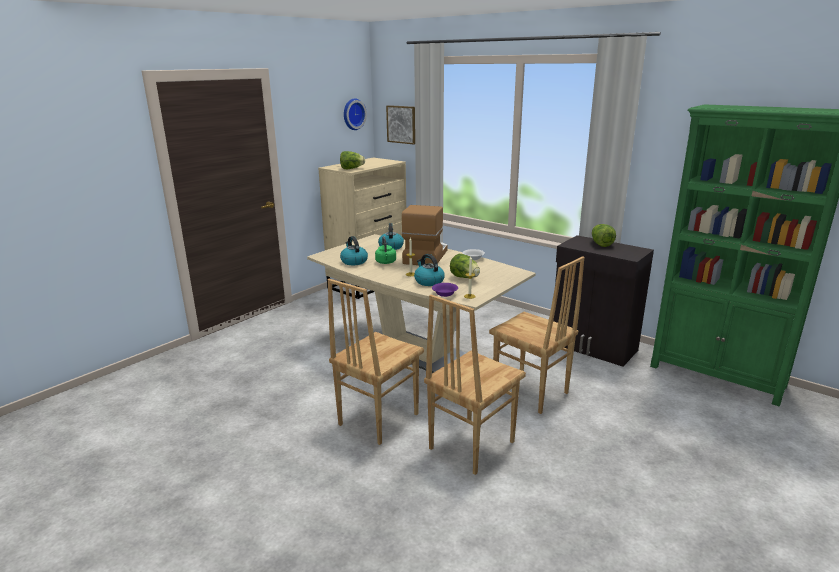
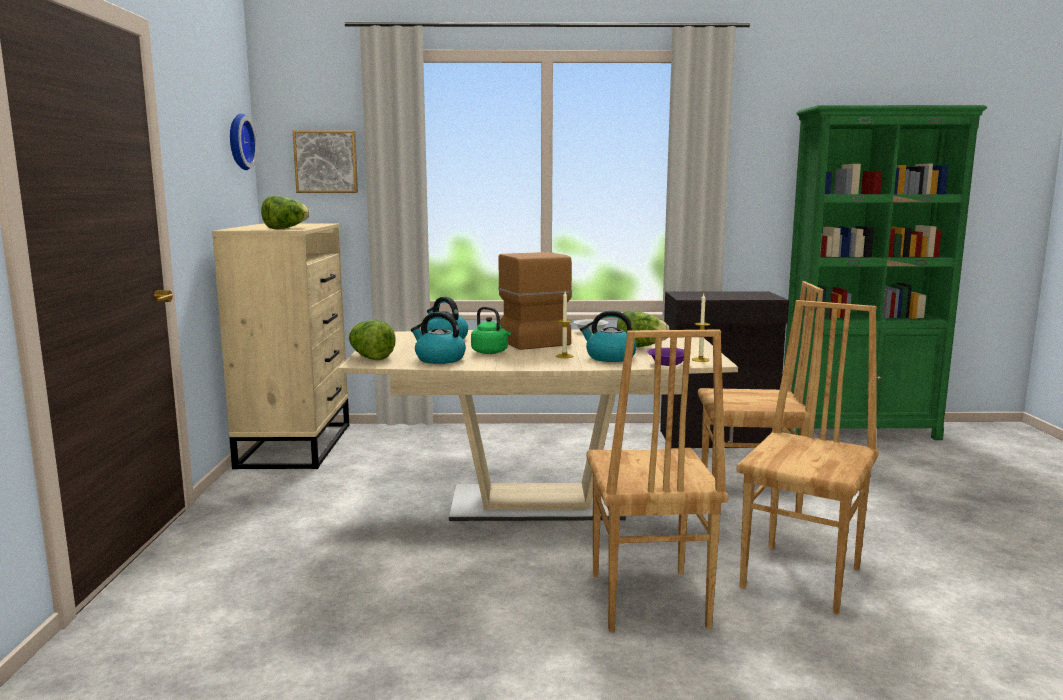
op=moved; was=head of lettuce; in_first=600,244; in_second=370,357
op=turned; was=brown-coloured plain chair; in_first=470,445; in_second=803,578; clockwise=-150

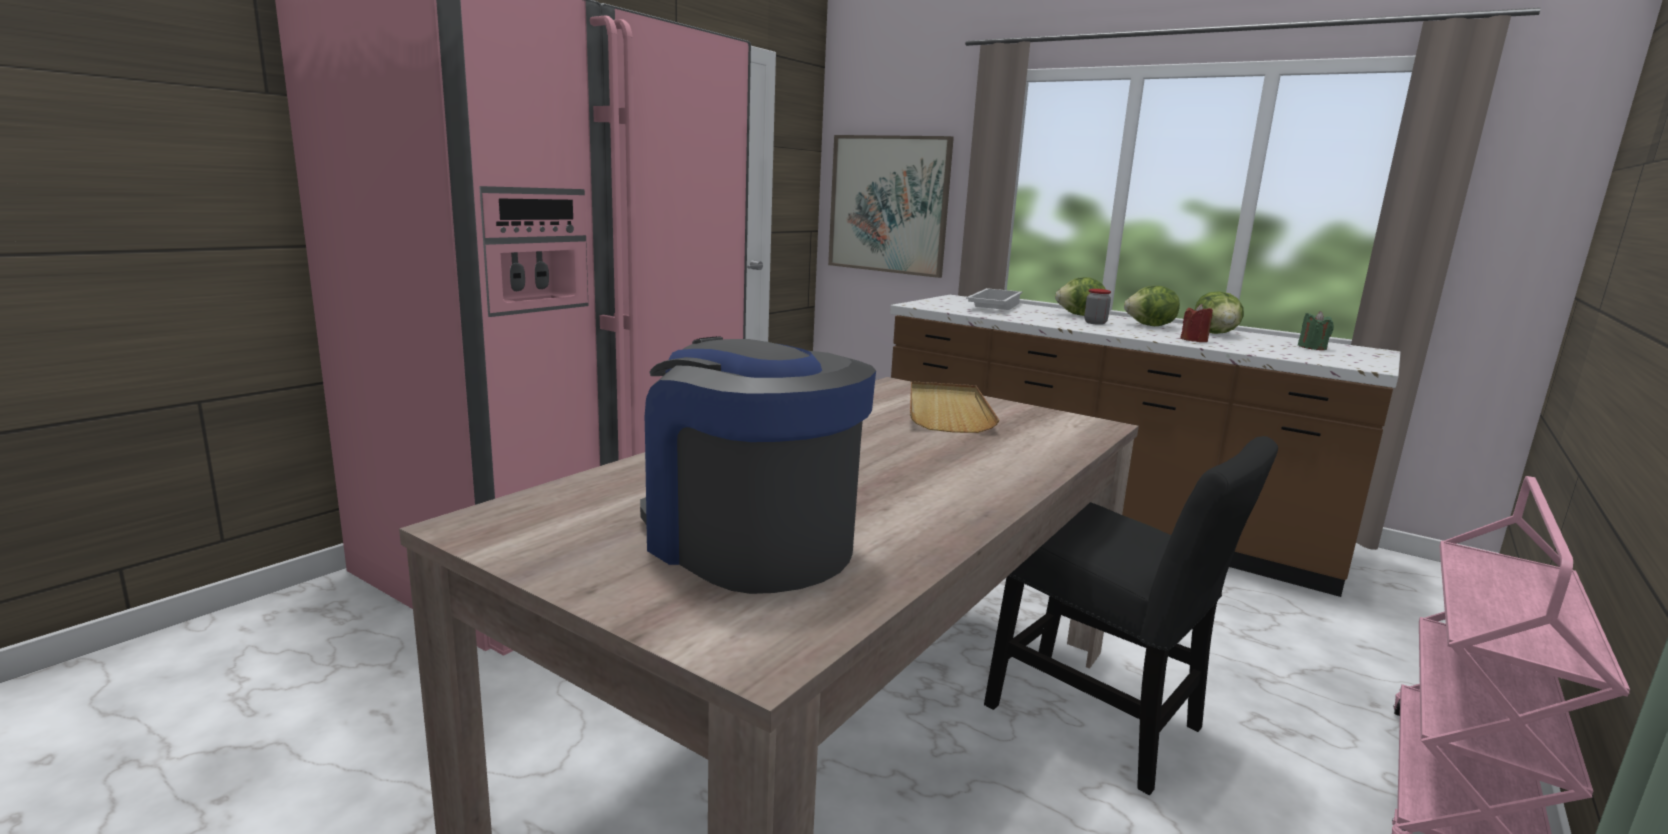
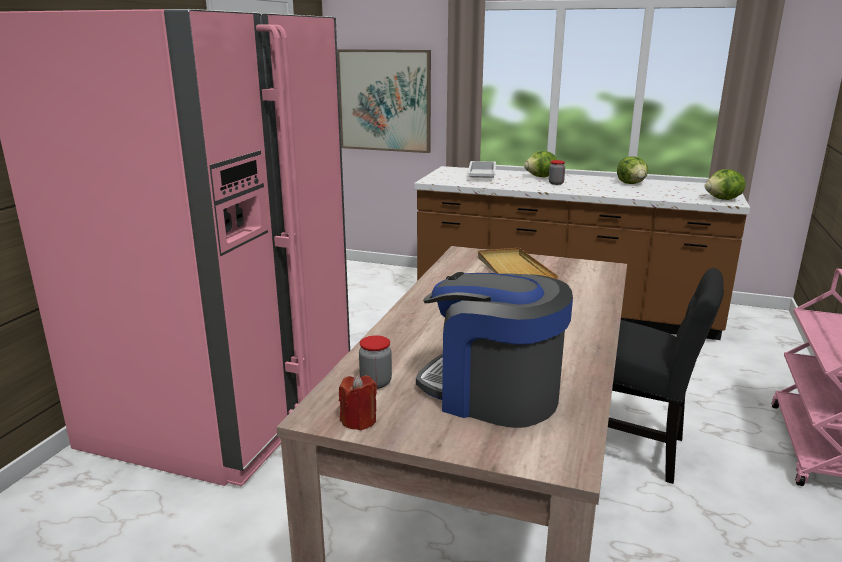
op=moved; was=reddish wax candle; in_first=1194,340; in_second=359,420
op=added; now=preserve jar; in_second=376,382
op=moved; was=head of lettuce; in_first=1150,326; in_second=723,199
op=removed; was=green wax candle; in_first=1312,347

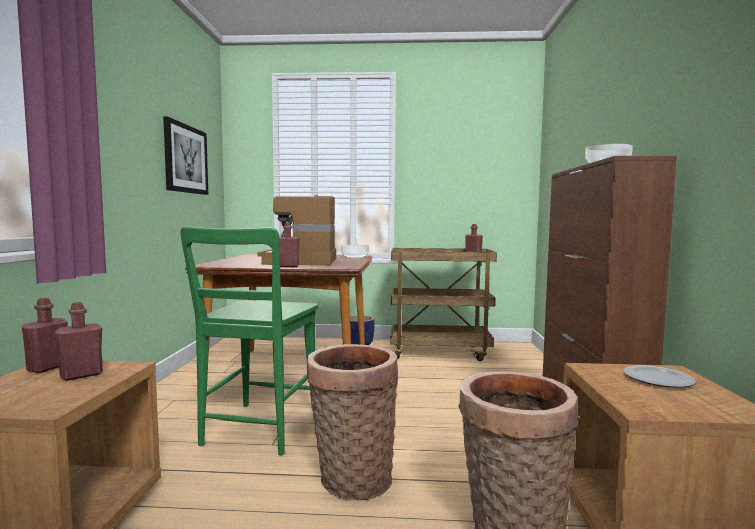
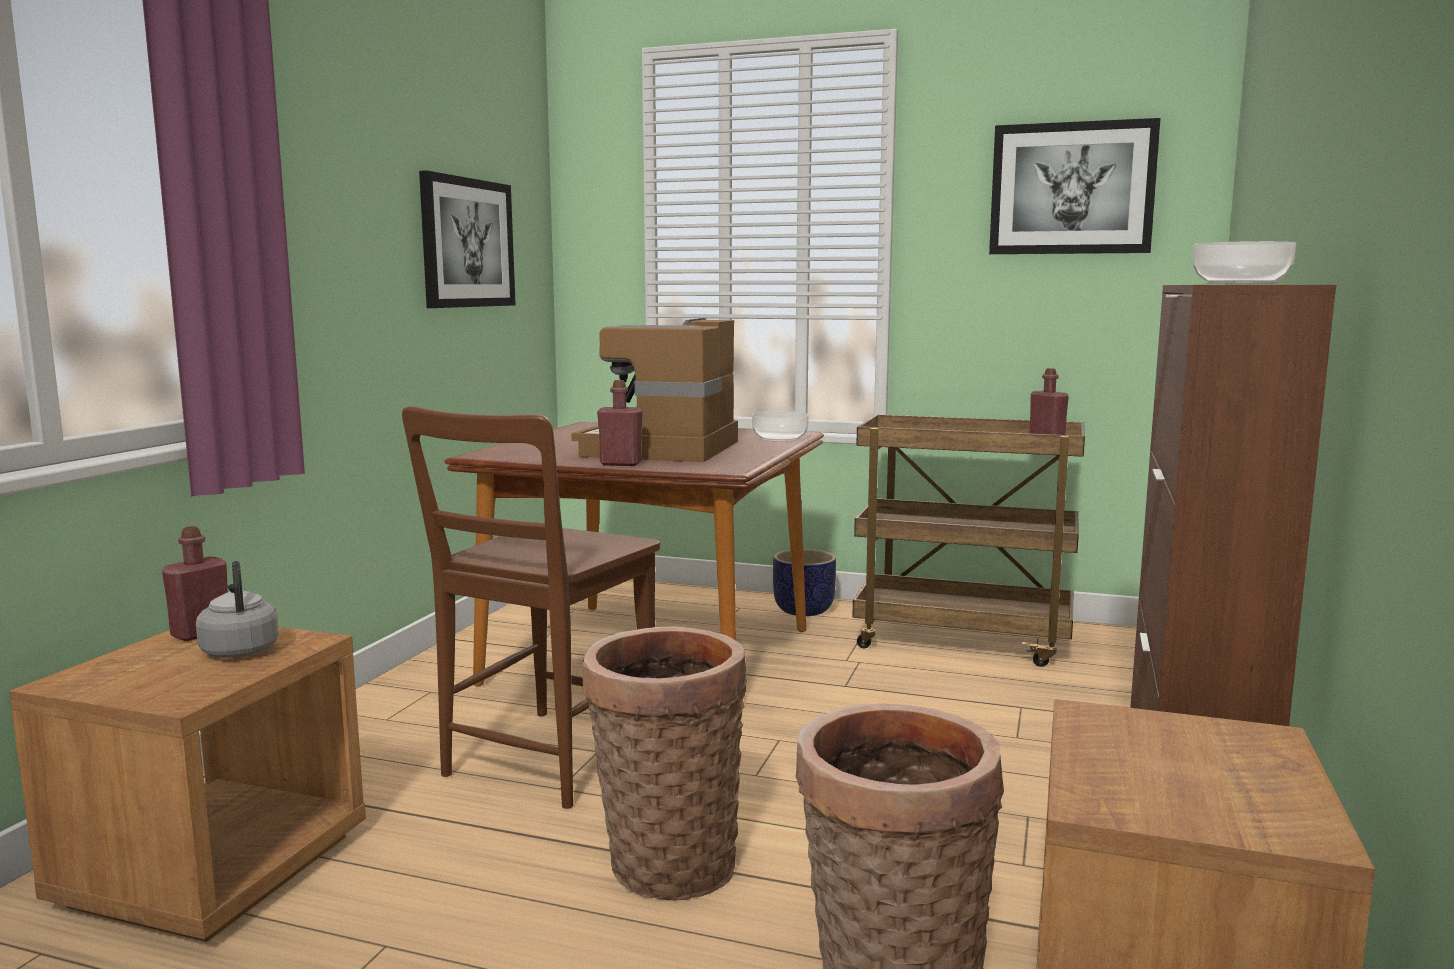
op=replaced; was=reddish beverage bottle; now=gray water kettle; in_first=81,375; in_second=240,650
op=recoloured; was=green plain chair; now=brown-coloured plain chair; in_first=258,431; in_second=546,762
op=added; now=wall art; in_second=1072,189
op=removed; was=plate; in_first=659,379

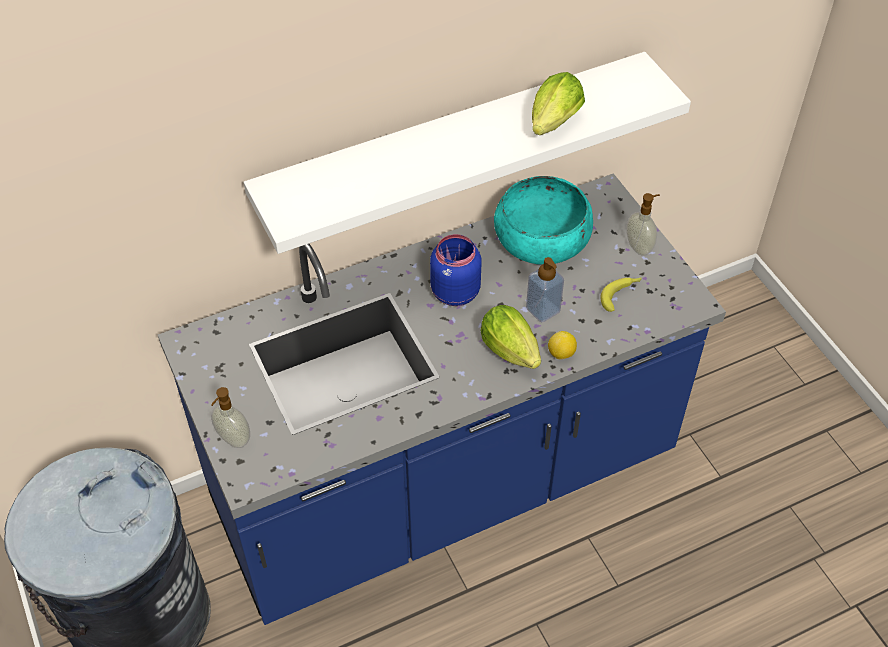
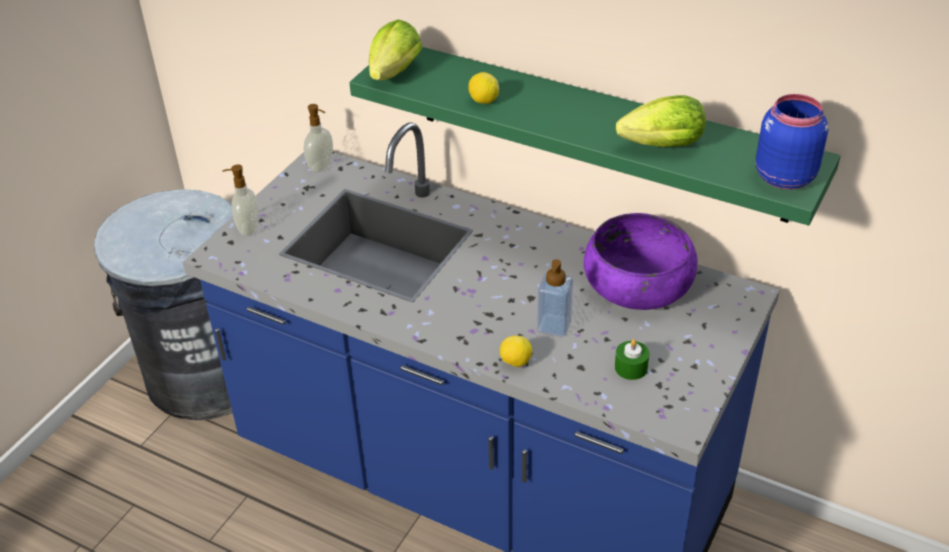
op=moved; was=liquid soap bottle; in_first=639,247; in_second=322,166
op=recoloured; was=whitish wall shelf; now=green wall shelf; in_first=454,144; in_second=599,130
op=moved; was=head of lettuce; in_first=513,353; in_second=392,76
op=added; now=citrus fruit; in_second=483,101
op=recoloured; was=turquoise serving bowl; now=purplish serving bowl; in_first=541,238; in_second=637,284
op=replaced; was=banana; now=green wax candle; in_first=621,295; in_second=631,367
op=moved; was=blue-coloured preserve jar; in_first=453,292; in_second=783,176

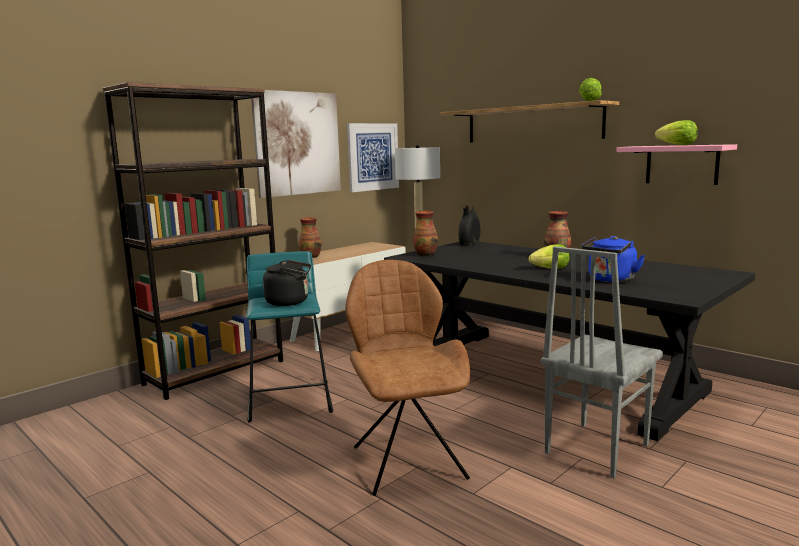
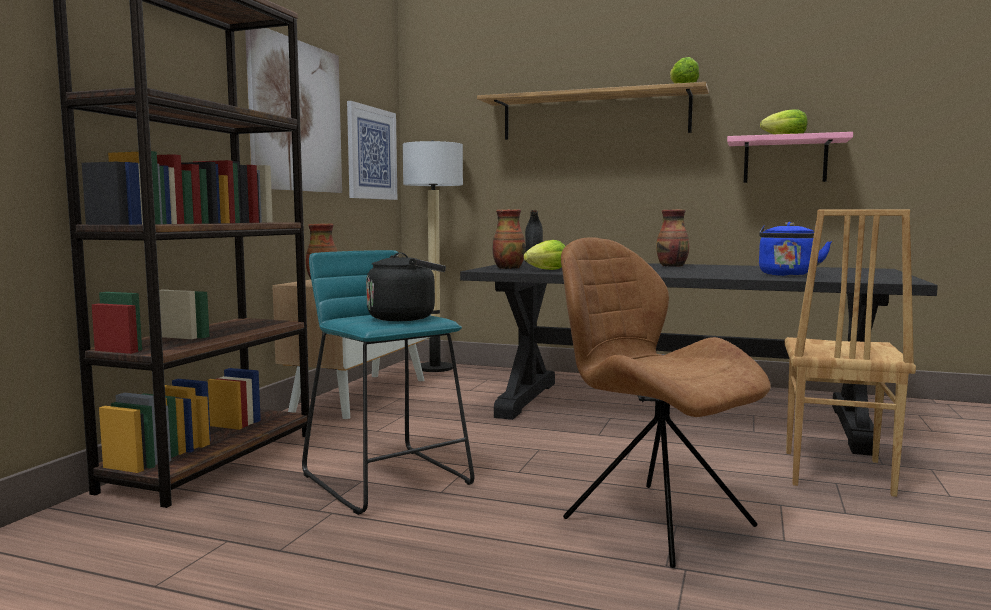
op=moved; was=head of lettuce; in_first=551,269; in_second=547,270
op=recoloured; was=gray plain chair; now=brown-coloured plain chair; in_first=594,449; in_second=834,472

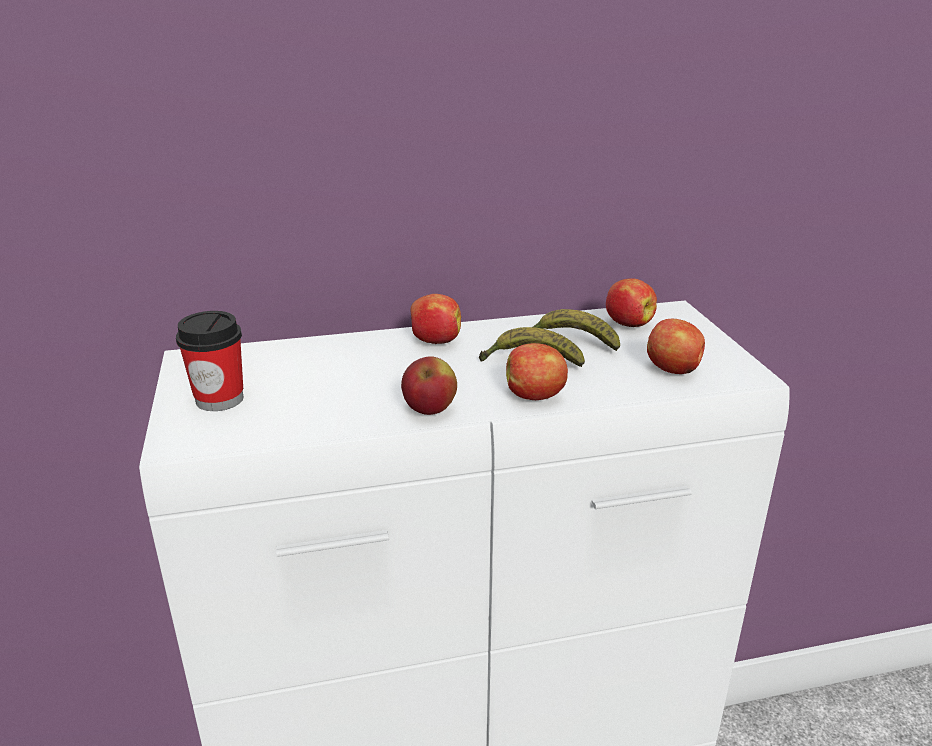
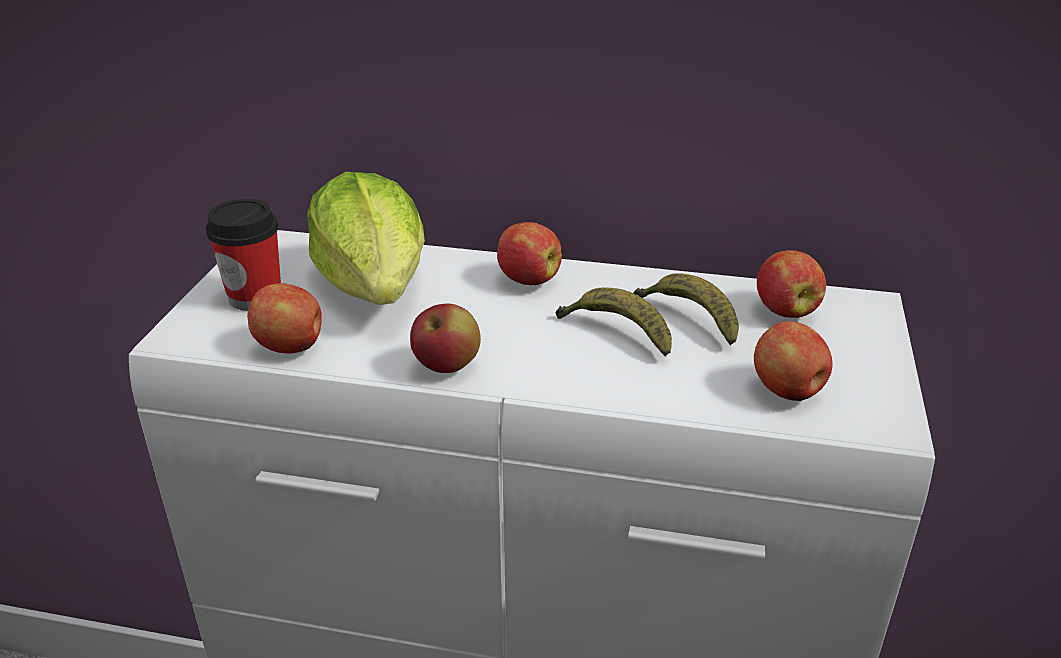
op=moved; was=apple; in_first=535,396; in_second=291,347
op=added; now=head of lettuce; in_second=375,286

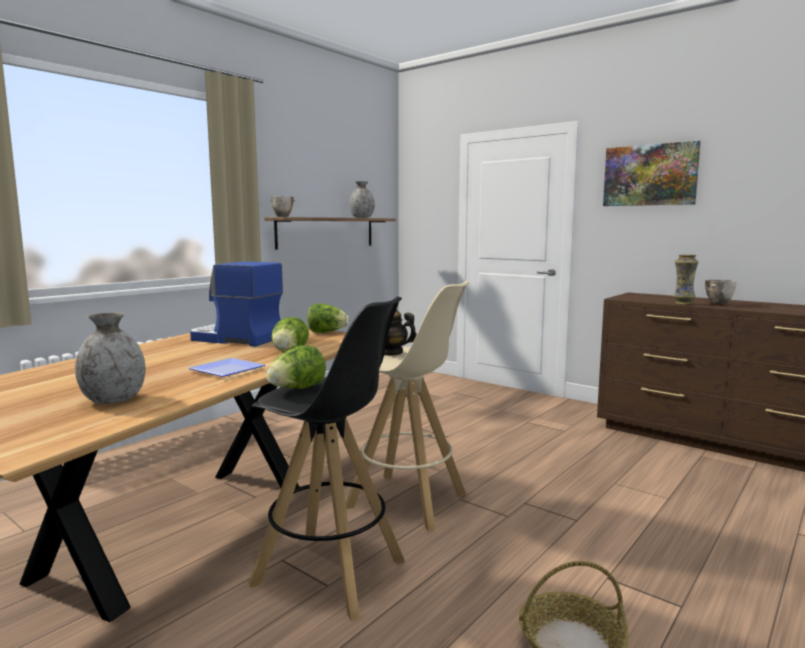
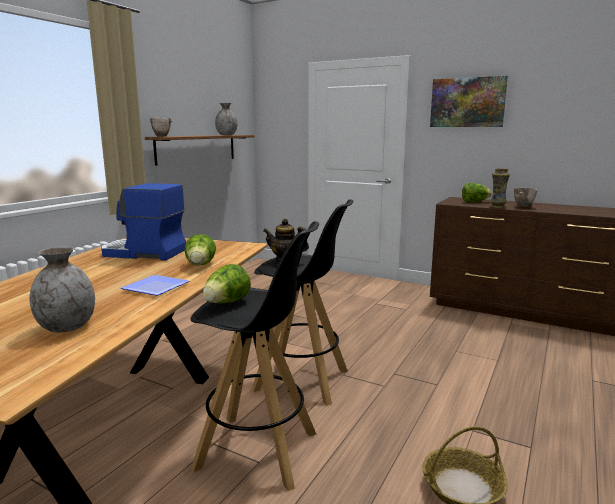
op=recoloured; was=beige-coloured sitting stool; now=black-coloured sitting stool; in_first=408,501; in_second=302,380
op=moved; was=head of lettuce; in_first=327,332; in_second=474,202

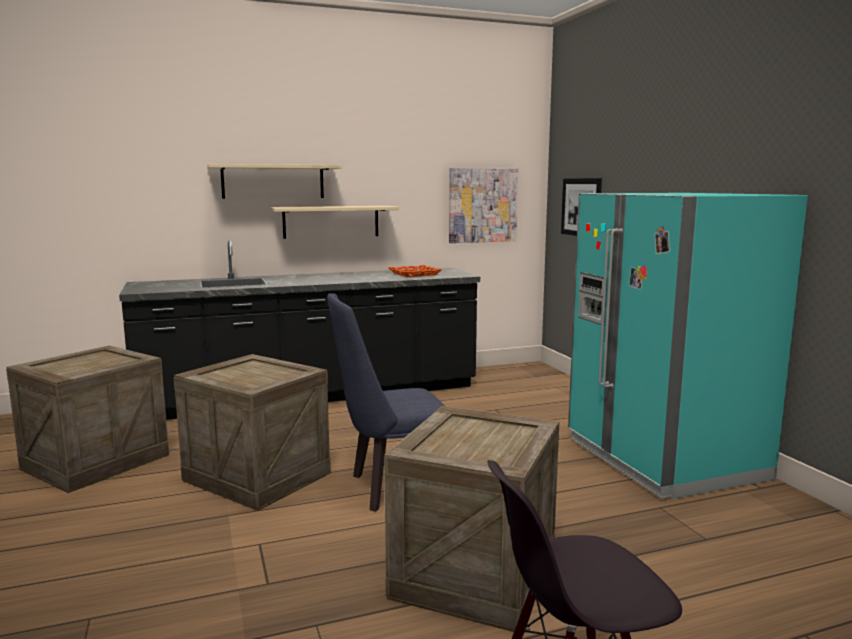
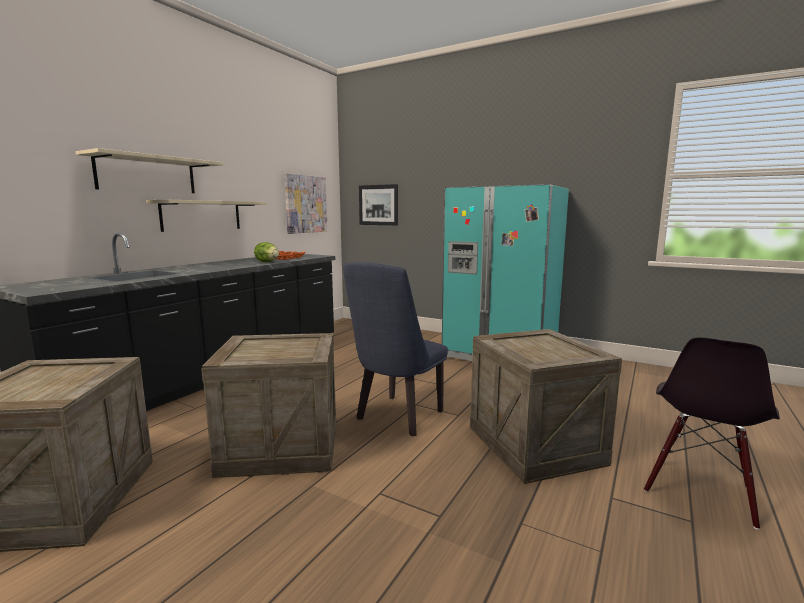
op=added; now=head of lettuce; in_second=267,262

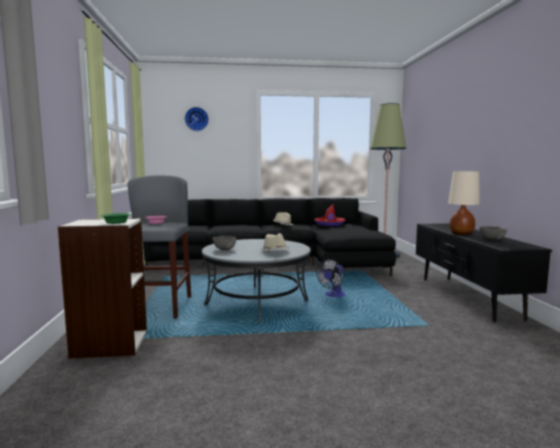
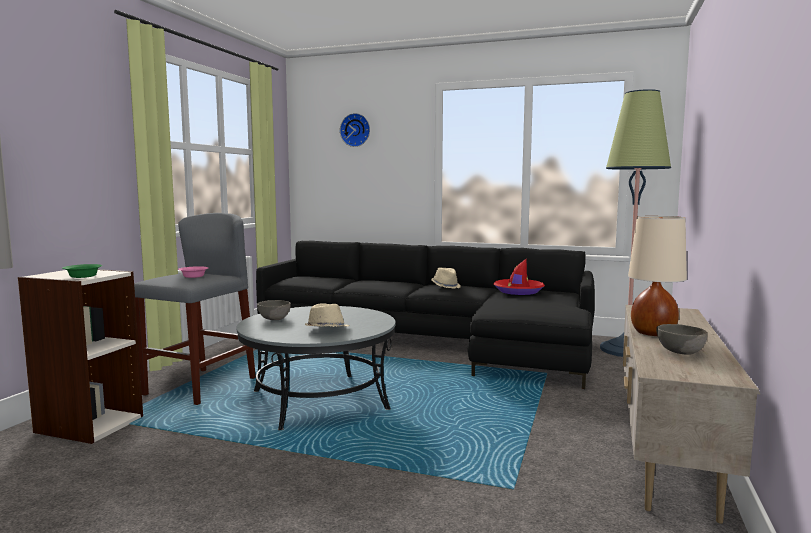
op=recoloured; was=black-coloured media console; now=beige-coloured media console; in_first=467,297; in_second=666,452
op=removed; was=cooling fan; in_first=333,295

